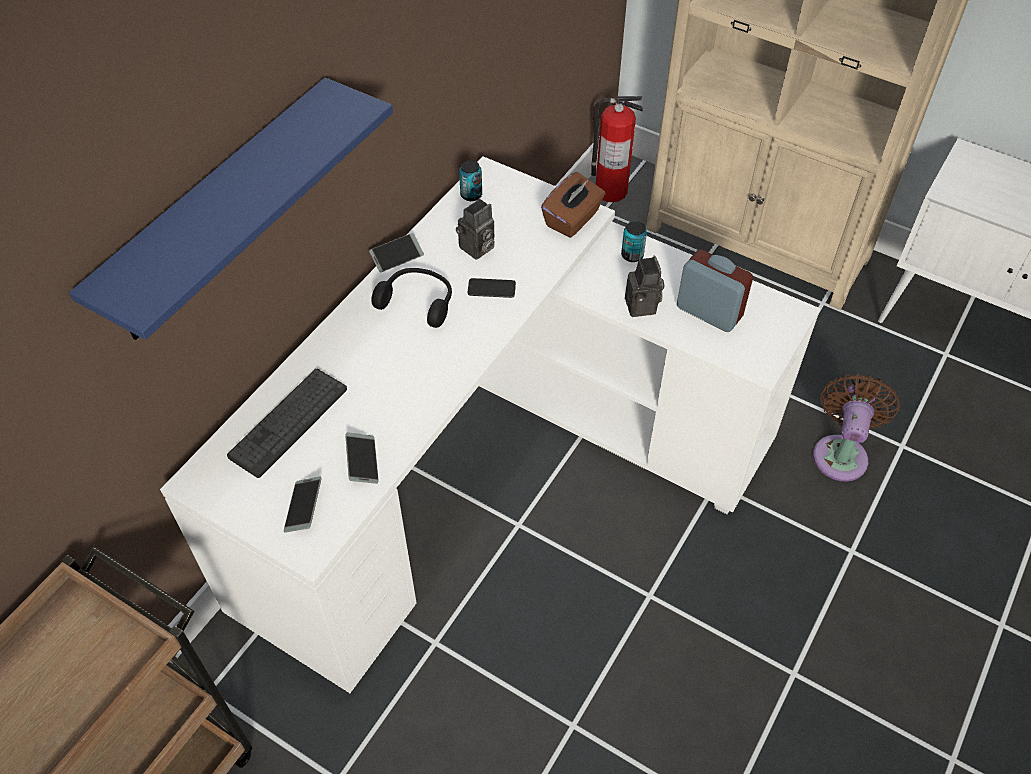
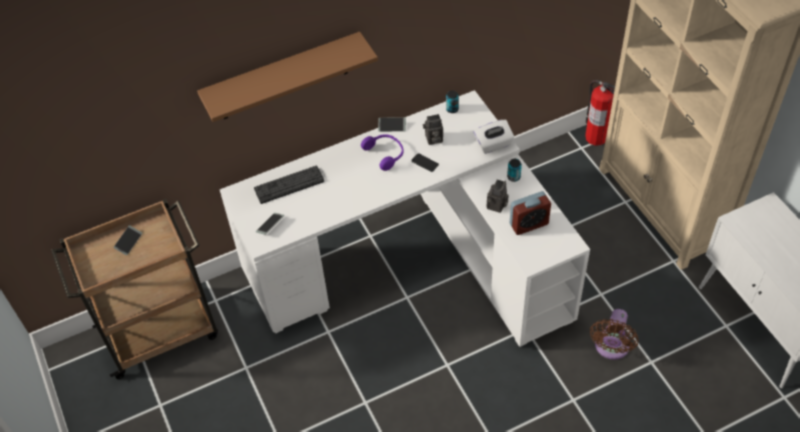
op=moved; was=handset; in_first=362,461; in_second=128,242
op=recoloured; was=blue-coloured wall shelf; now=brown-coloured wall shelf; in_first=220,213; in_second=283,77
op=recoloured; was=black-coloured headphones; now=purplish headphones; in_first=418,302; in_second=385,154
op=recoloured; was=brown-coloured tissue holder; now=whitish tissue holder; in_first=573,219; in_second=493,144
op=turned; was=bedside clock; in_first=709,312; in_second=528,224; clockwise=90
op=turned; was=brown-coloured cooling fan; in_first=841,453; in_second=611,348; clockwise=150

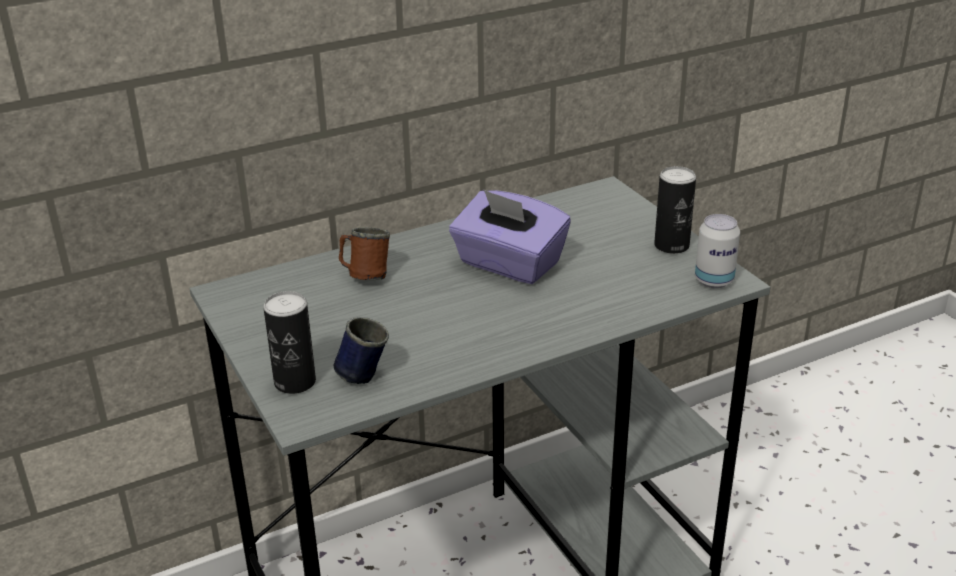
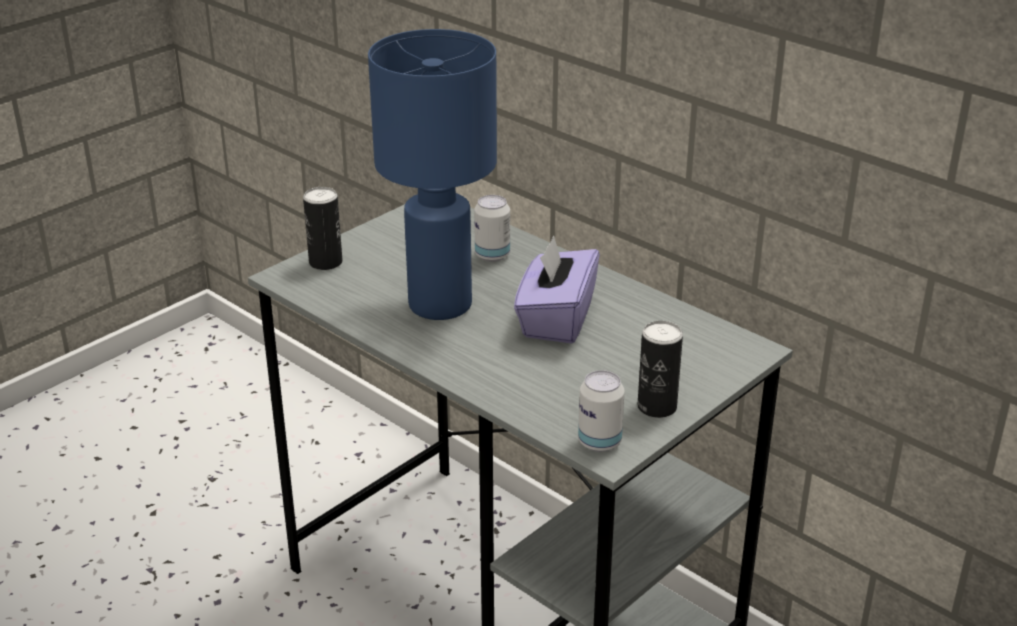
op=added; now=blue-coloured lamp for a table; in_second=440,304
op=replaced; was=brown-coloured mug; now=metal can; in_first=365,276; in_second=492,255
op=removed; was=blue-coloured mug; in_first=363,371

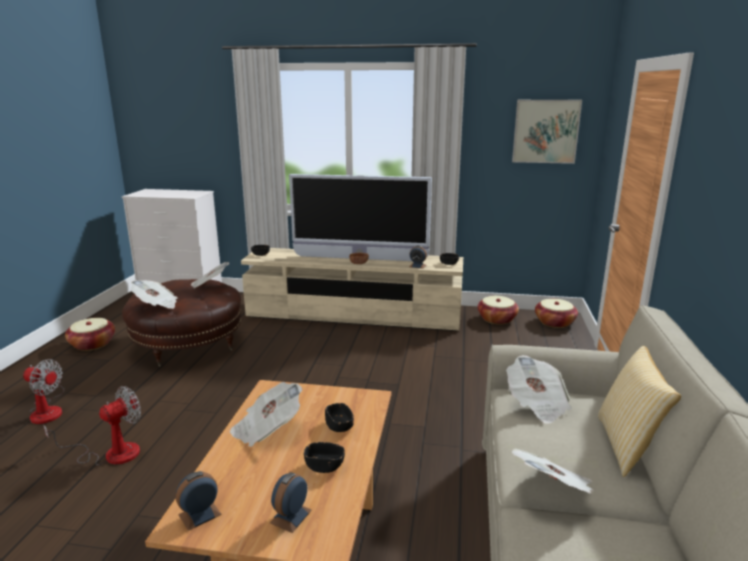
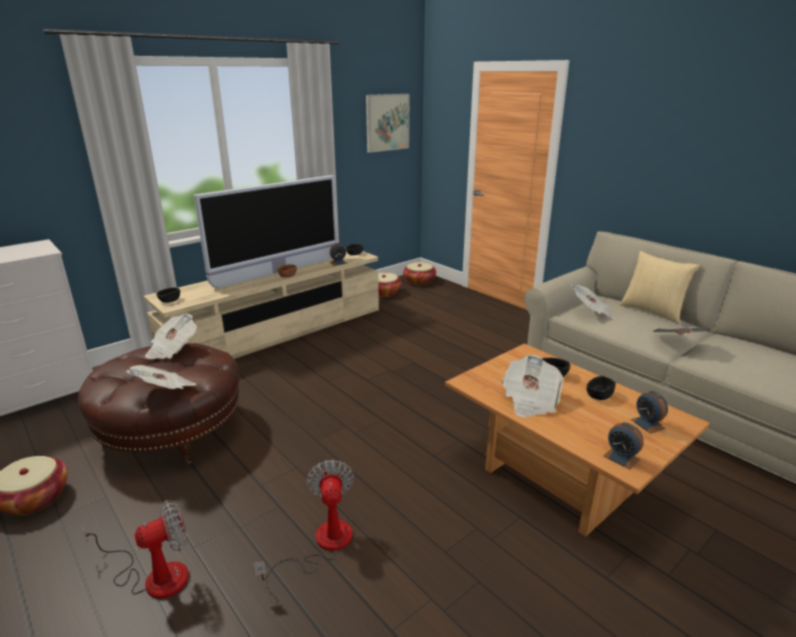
op=turned; was=bedside clock; in_first=199,514; in_second=621,457; clockwise=-45

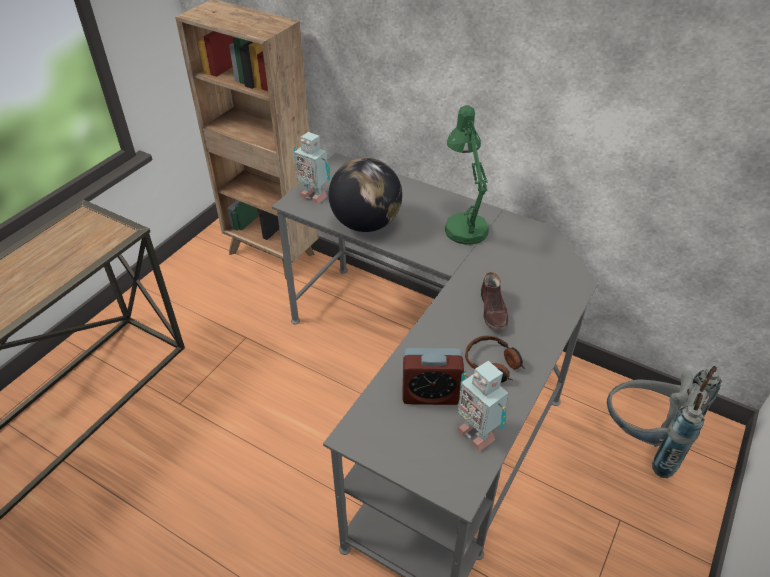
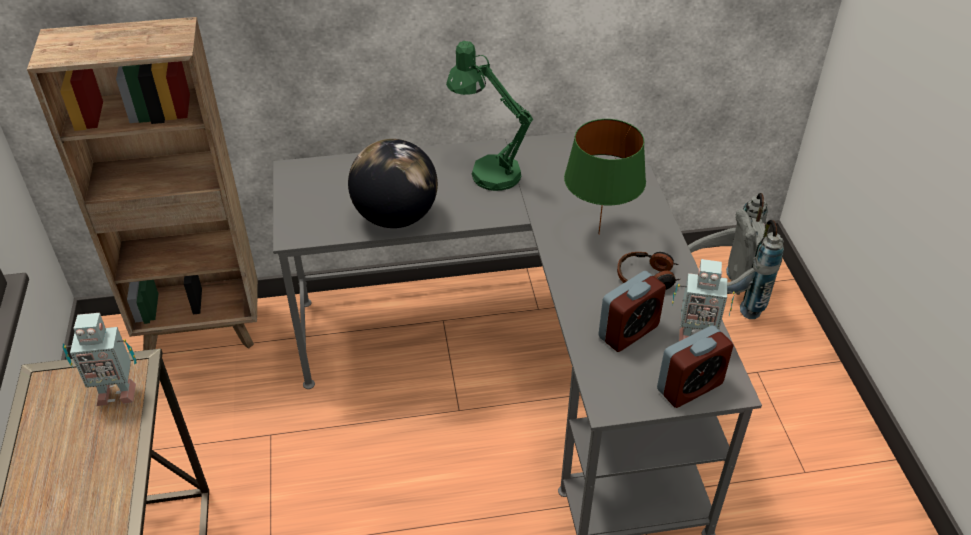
op=moved; was=robot figure; in_first=314,195; in_second=115,392
op=replaced; was=brown-coloured item of footwear; now=green lamp for a table; in_first=493,311; in_second=598,233
op=added; now=bedside clock; in_second=689,387

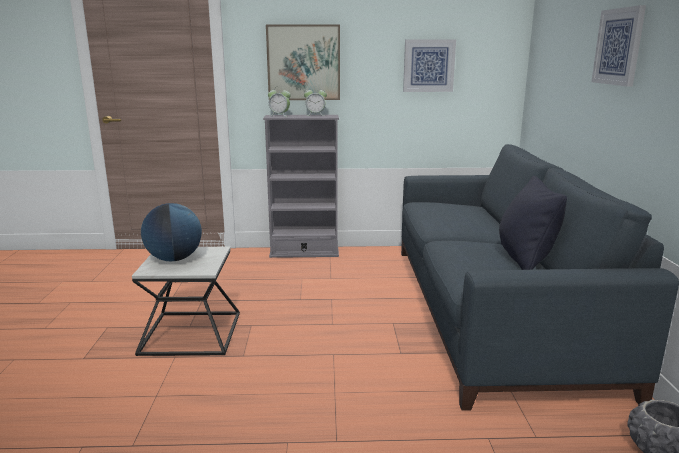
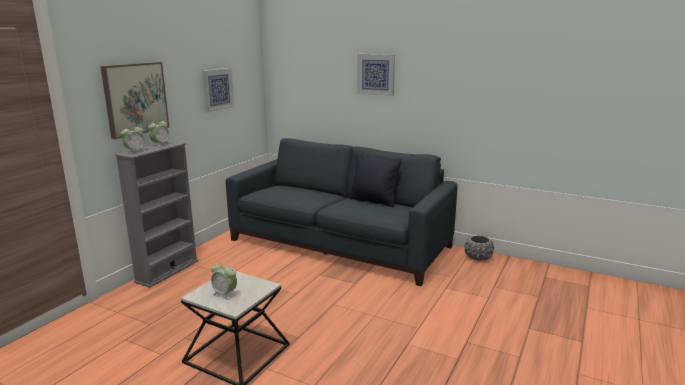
op=replaced; was=globe; now=bedside clock; in_first=174,259; in_second=225,294

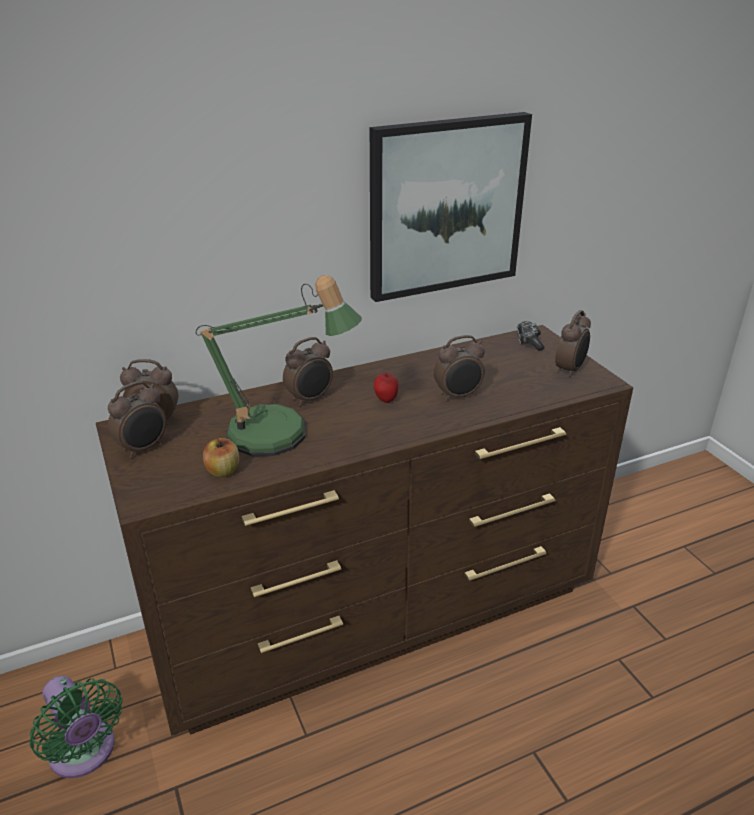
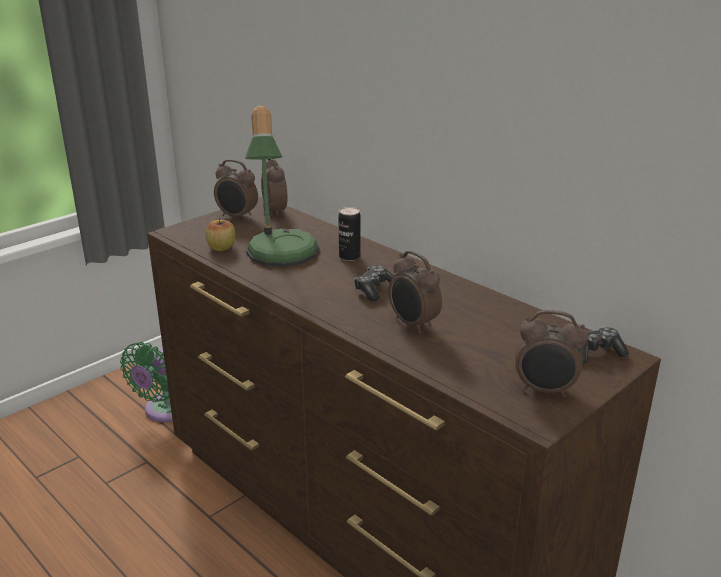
op=replaced; was=bedside clock; now=metal can; in_first=310,399; in_second=349,257
op=replaced; was=apple; now=gamepad; in_first=386,400; in_second=374,289
op=removed; was=wall art; in_first=445,206

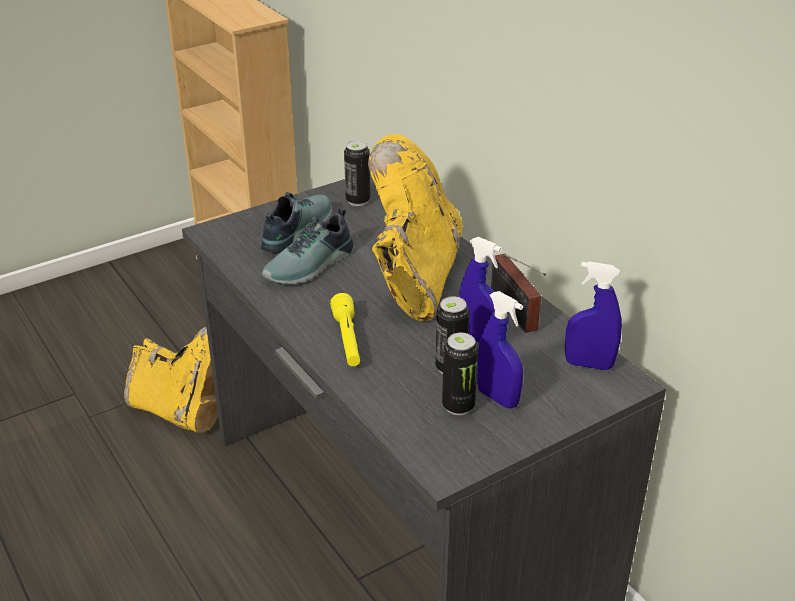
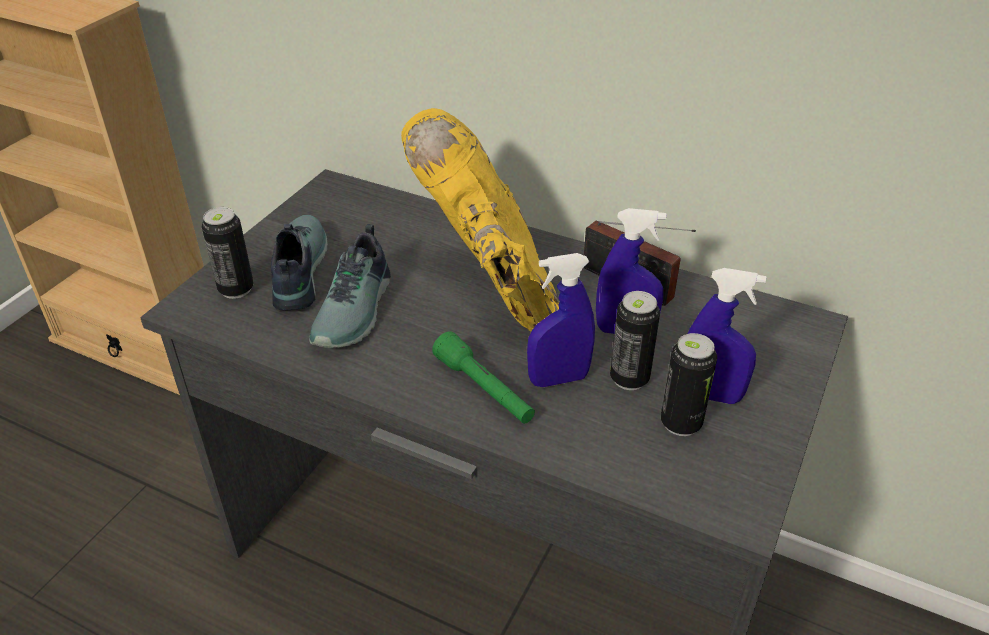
op=moved; was=metal can; in_first=358,201; in_second=236,289
op=recoloured; was=yellow-coloured torch; now=green torch; in_first=347,340; in_second=484,390
op=moved; was=blue-coloured hand sprayer; in_first=588,364; in_second=558,379
op=removed; was=yellow-coloured high-top boot; in_first=183,412

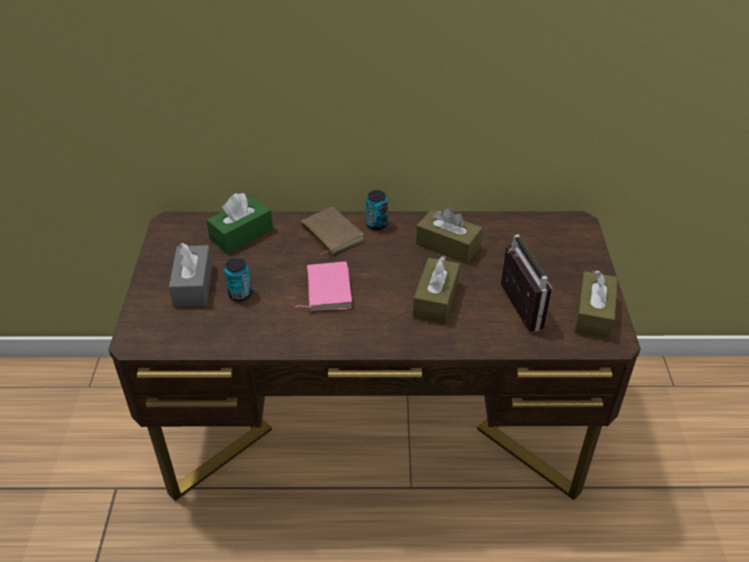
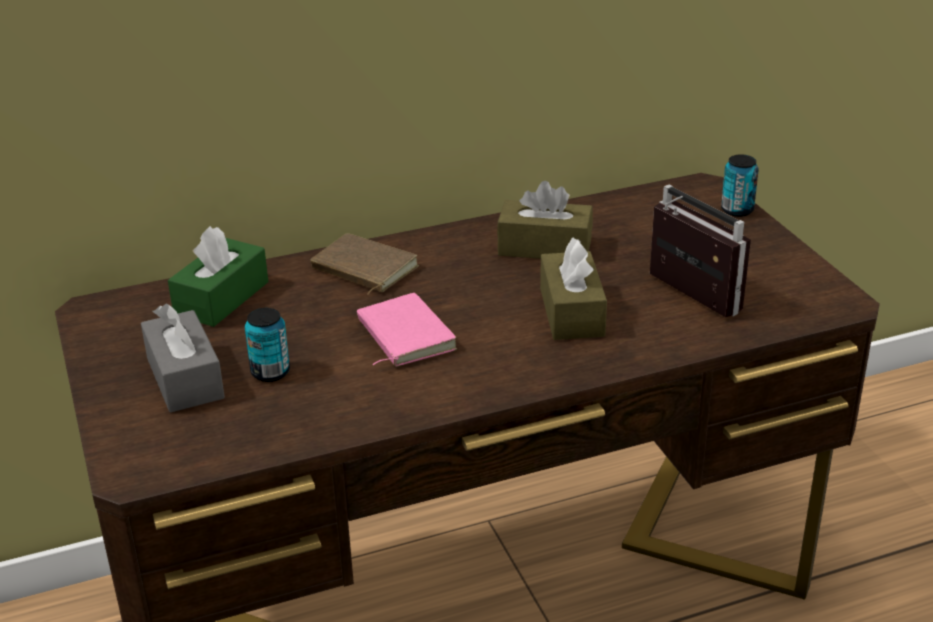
op=moved; was=metal can; in_first=376,224; in_second=737,210
op=removed; was=brown-coloured tissue holder; in_first=593,314

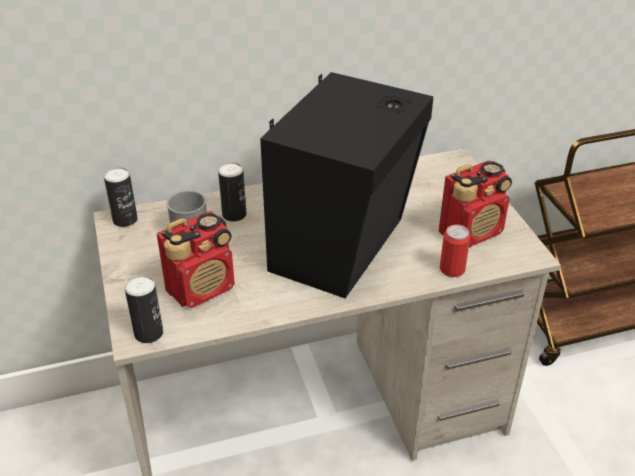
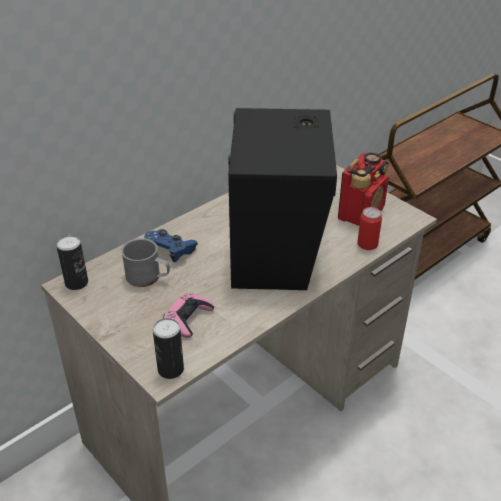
op=replaced; was=metal can; now=blue-coloured gamepad; in_first=234,214; in_second=169,251
op=replaced; was=radio receiver; now=pink-coloured gamepad; in_first=202,288; in_second=188,318

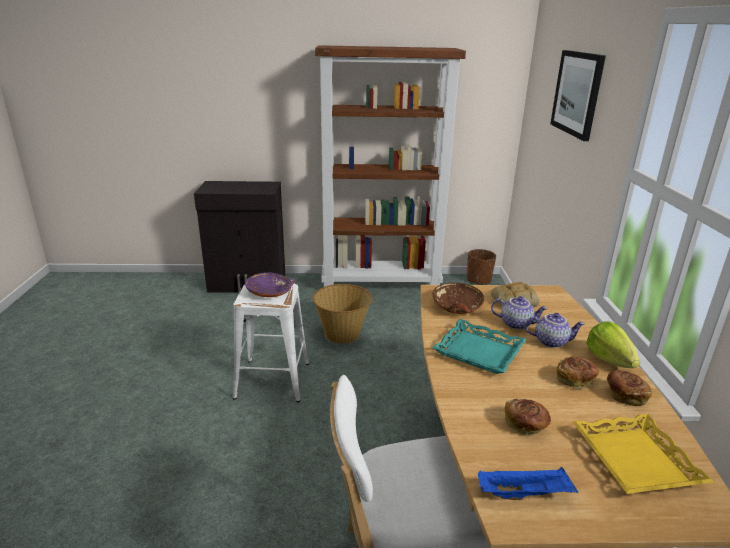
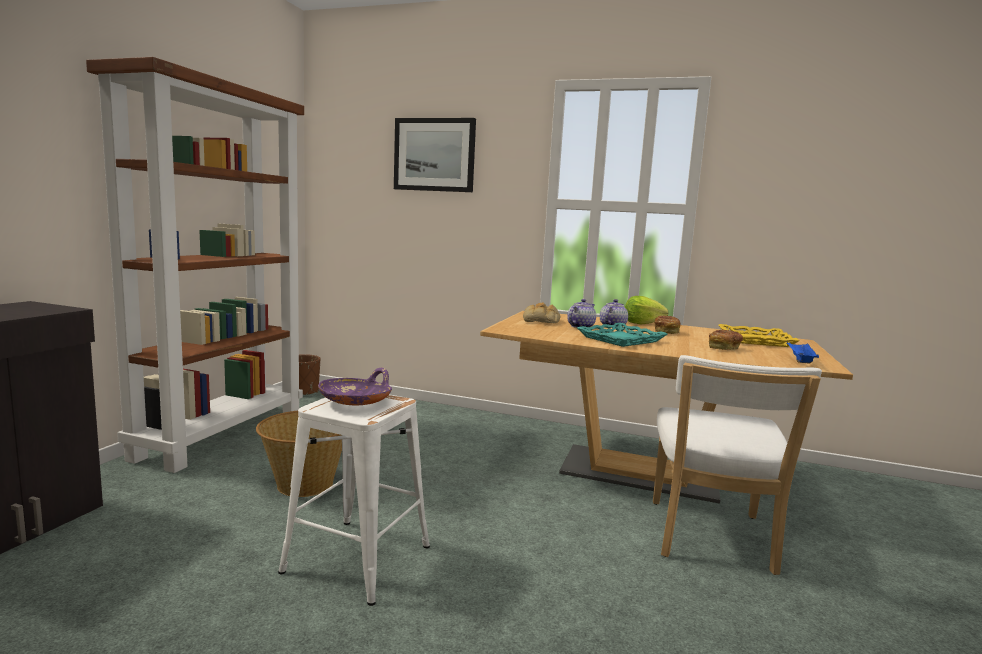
op=removed; was=brown-coloured serving bowl; in_first=456,307
op=removed; was=baked bread; in_first=625,395

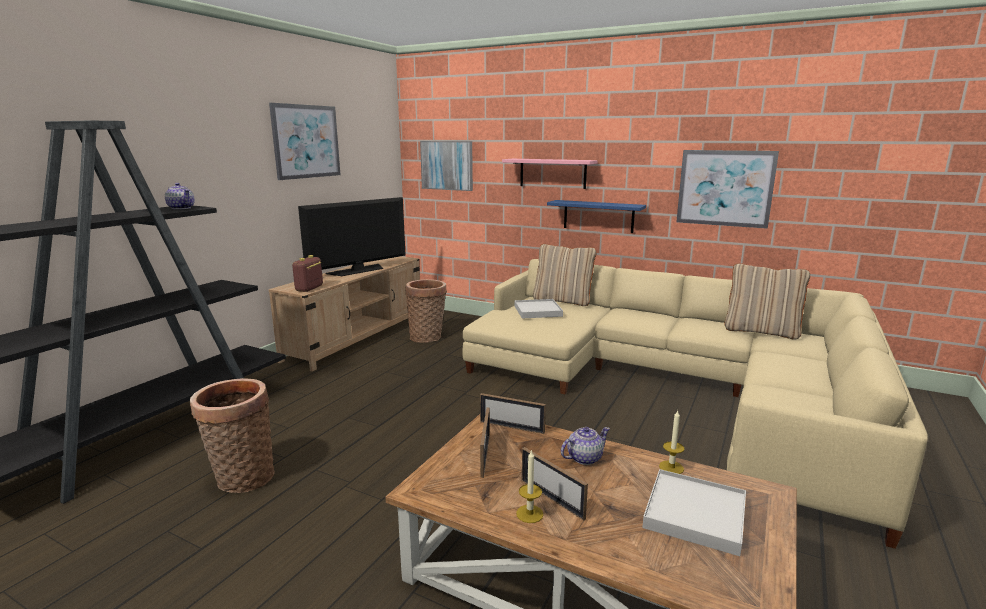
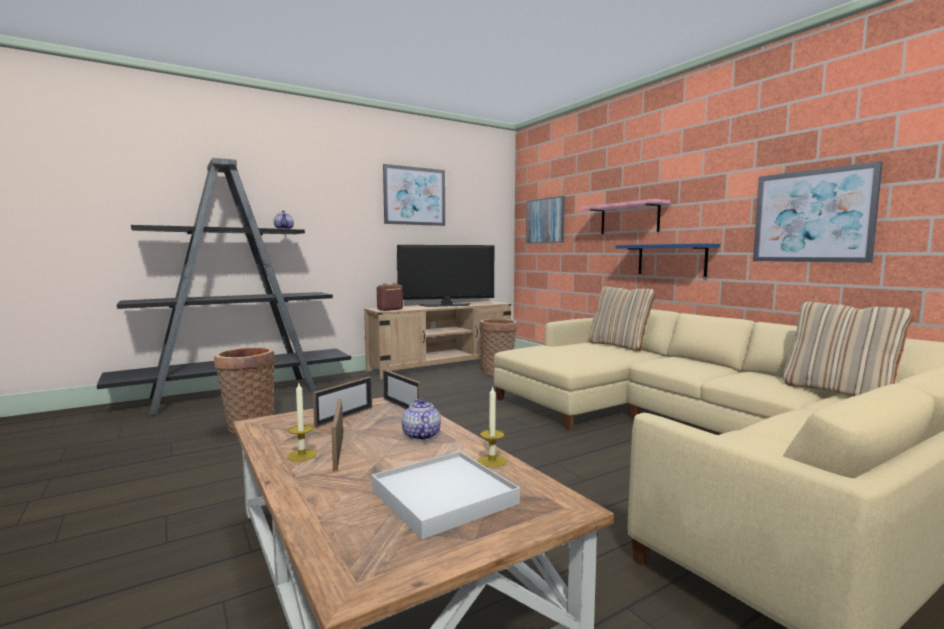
op=turned; was=pot for tea; in_first=584,458; in_second=421,436; clockwise=-105
op=removed; was=whitish serving tray; in_first=538,311

